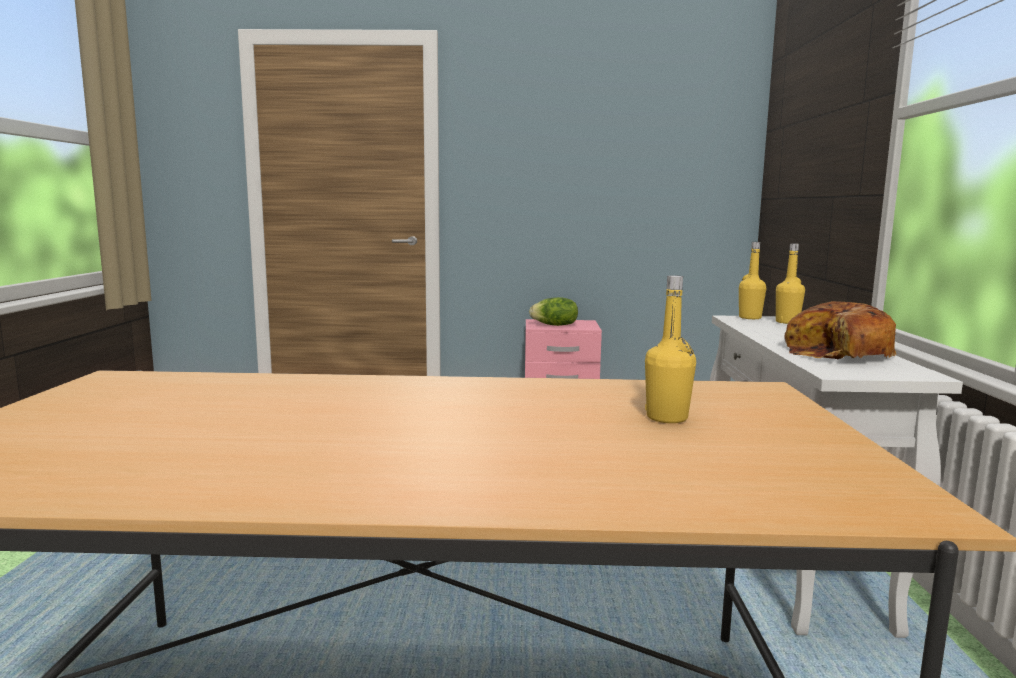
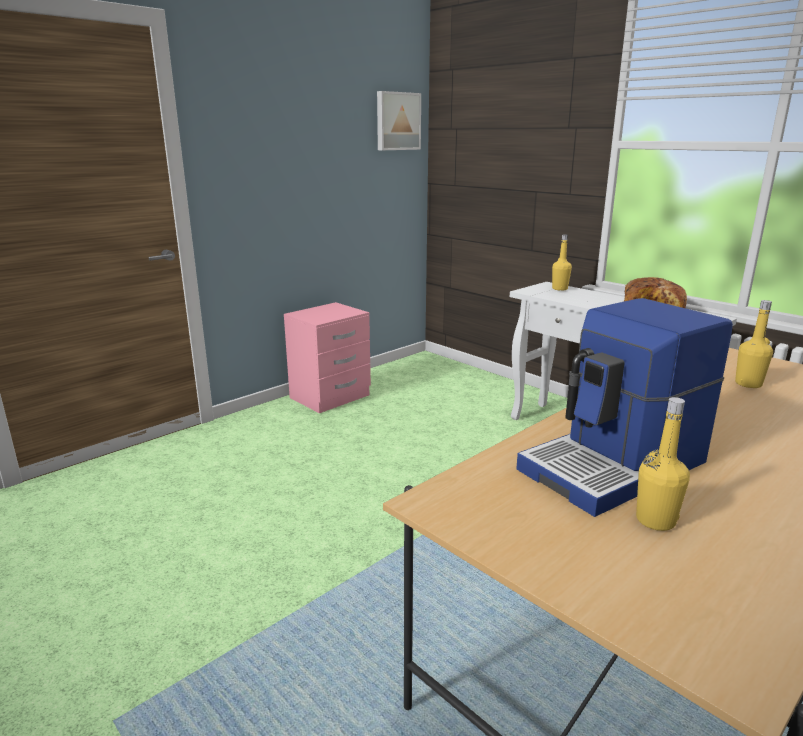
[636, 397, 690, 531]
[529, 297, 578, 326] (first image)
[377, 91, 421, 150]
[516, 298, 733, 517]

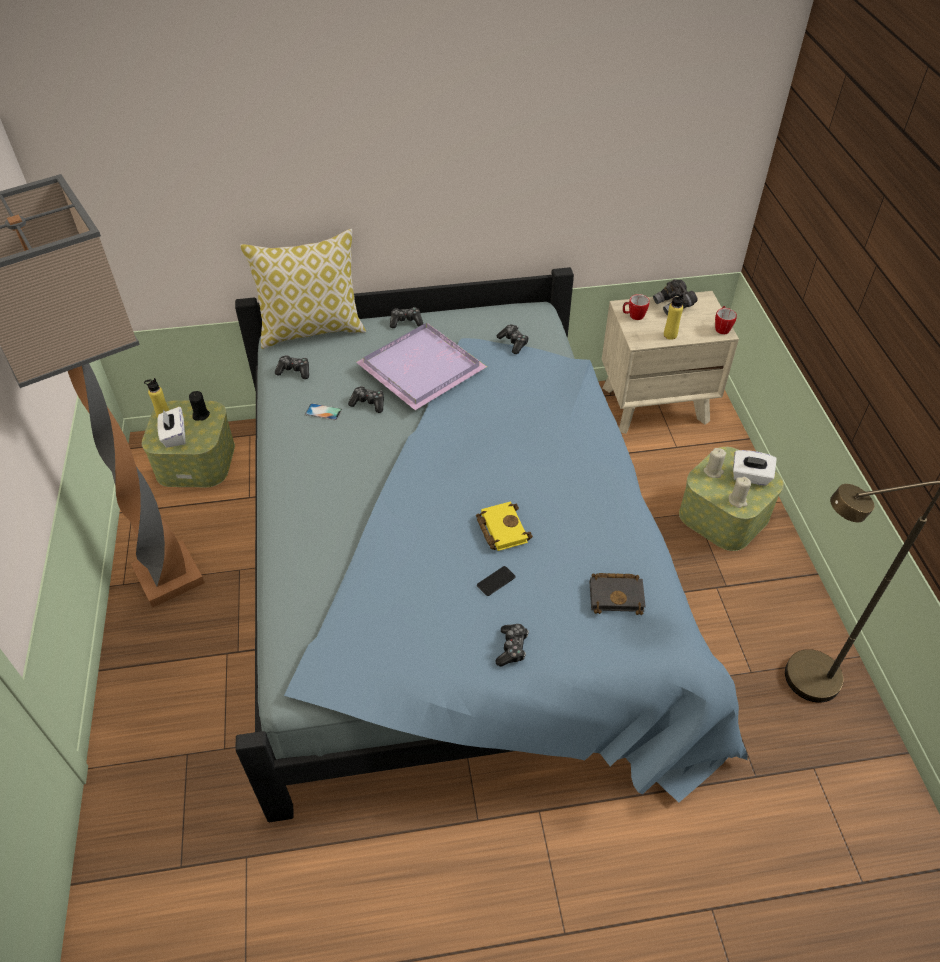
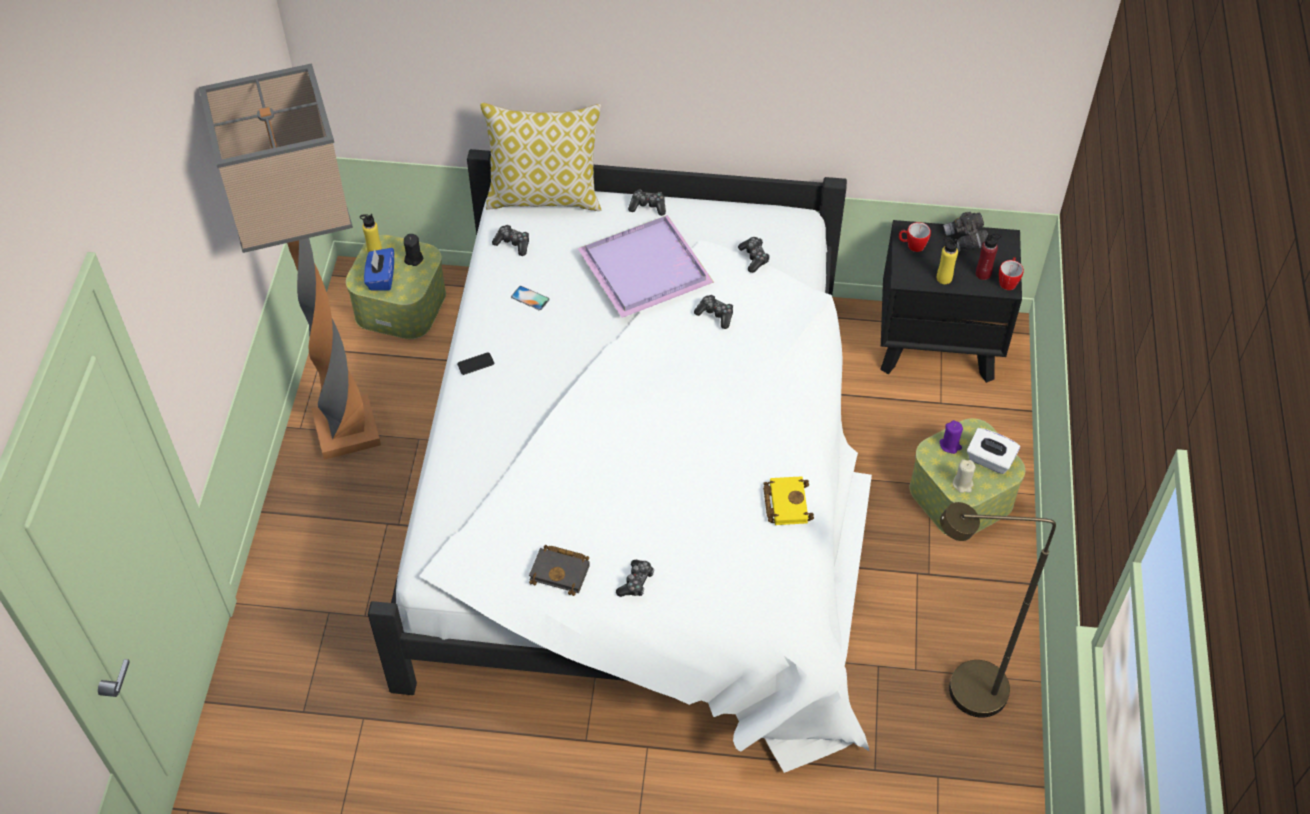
[368, 149, 872, 773]
[880, 220, 1022, 383]
[694, 295, 733, 329]
[364, 248, 394, 291]
[940, 420, 963, 454]
[763, 476, 814, 525]
[457, 353, 494, 375]
[529, 545, 590, 596]
[976, 234, 1001, 280]

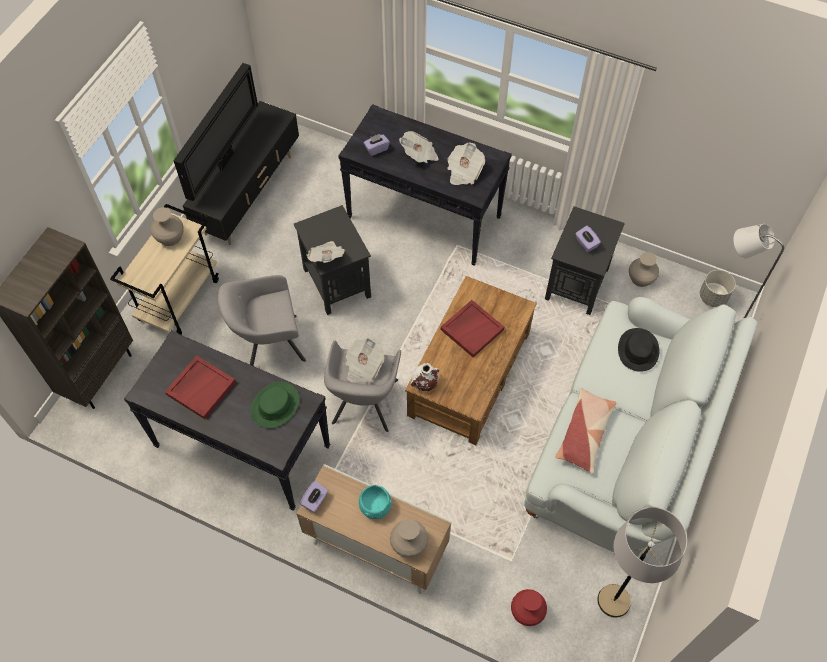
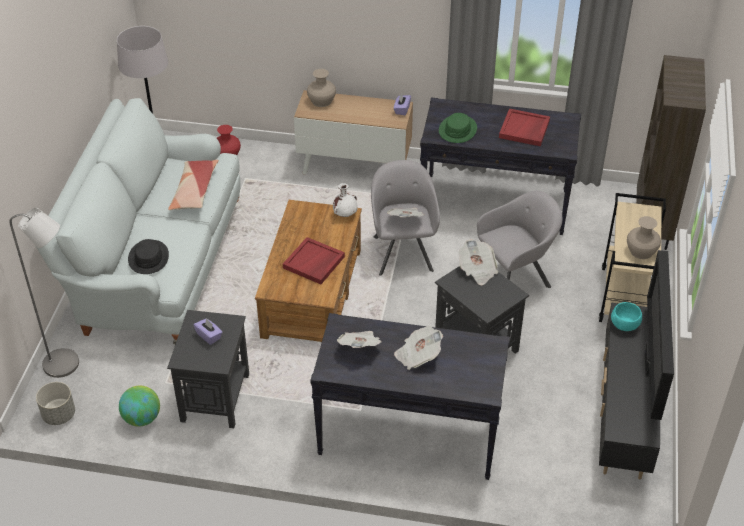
[364, 134, 390, 156] (first image)
[119, 386, 160, 427]
[611, 302, 642, 331]

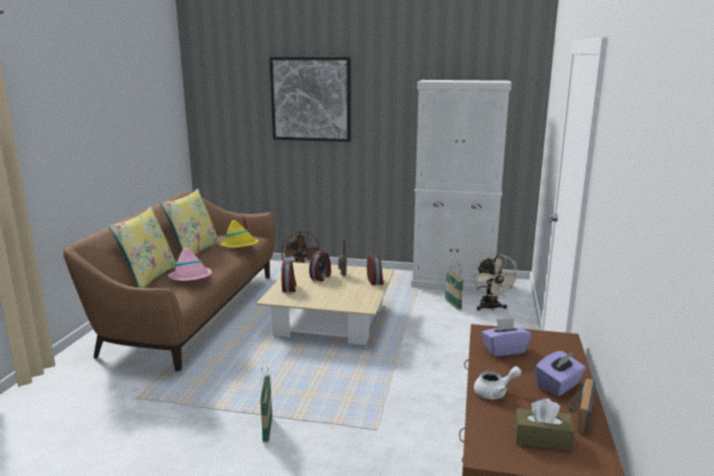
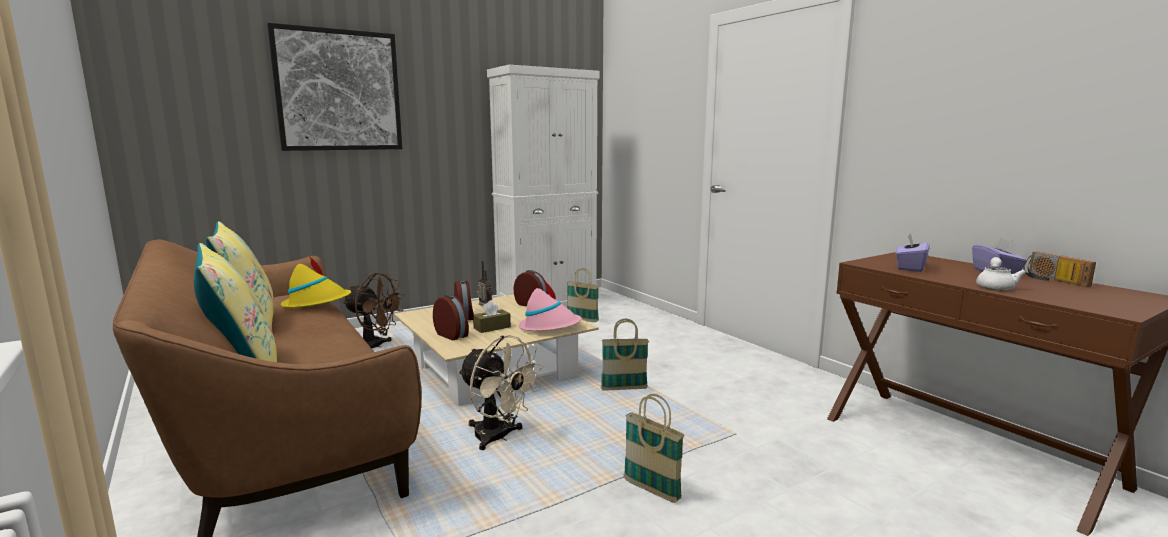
[519, 281, 582, 331]
[458, 335, 544, 450]
[473, 300, 511, 333]
[601, 319, 649, 391]

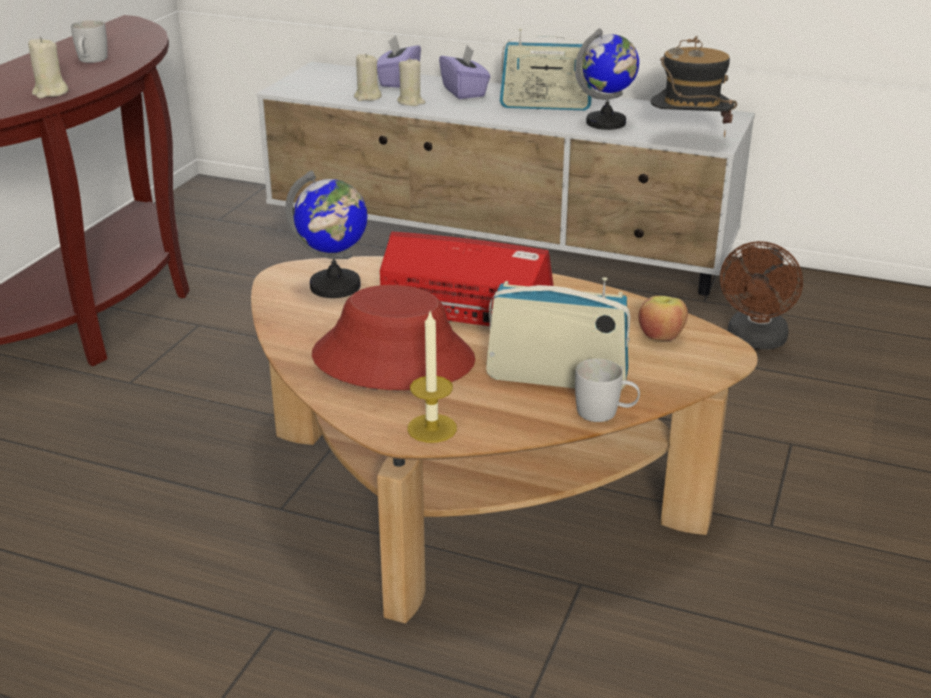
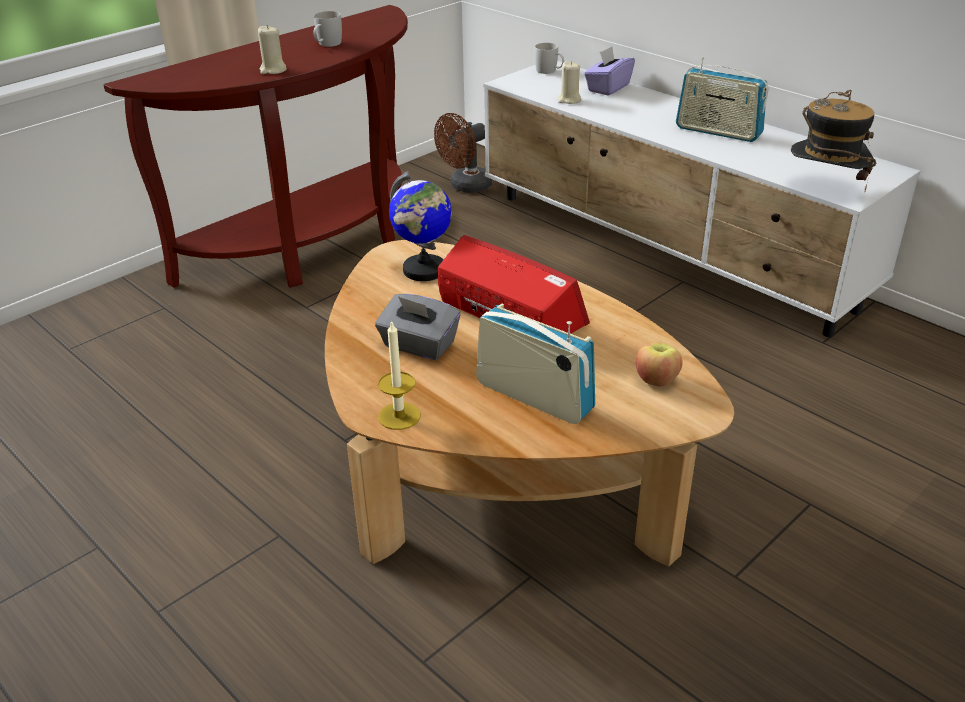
[575, 28, 639, 130] (first image)
[439, 45, 491, 99] (first image)
[397, 57, 425, 106] (first image)
[434, 113, 492, 193]
[375, 294, 460, 360]
[535, 43, 564, 74]

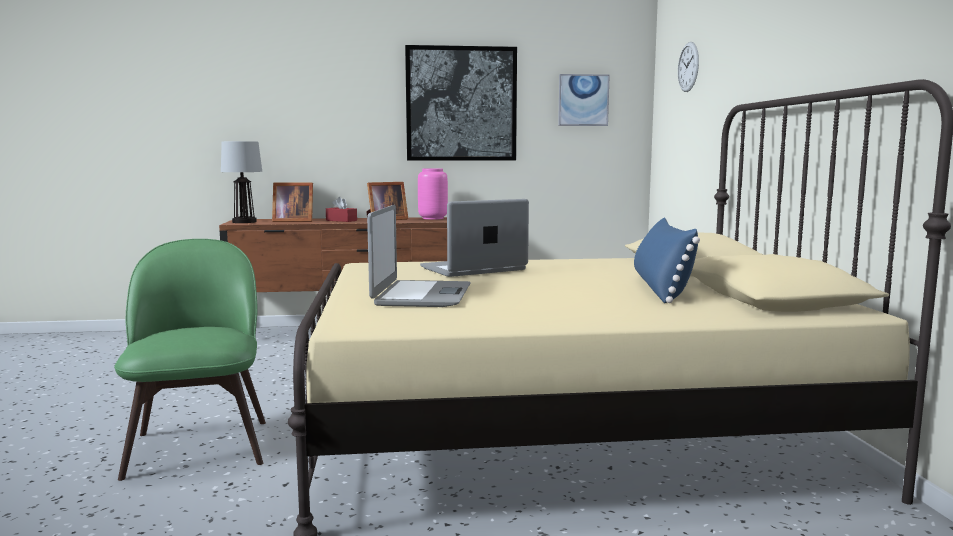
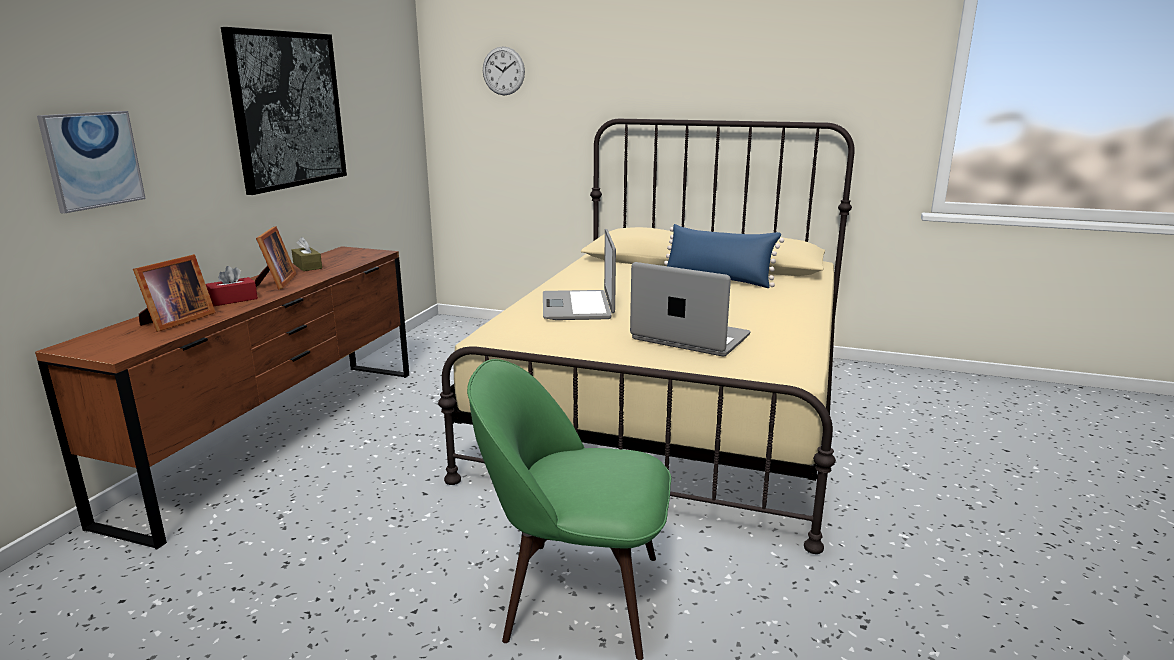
[37, 111, 146, 213]
[221, 141, 262, 223] (first image)
[292, 237, 322, 271]

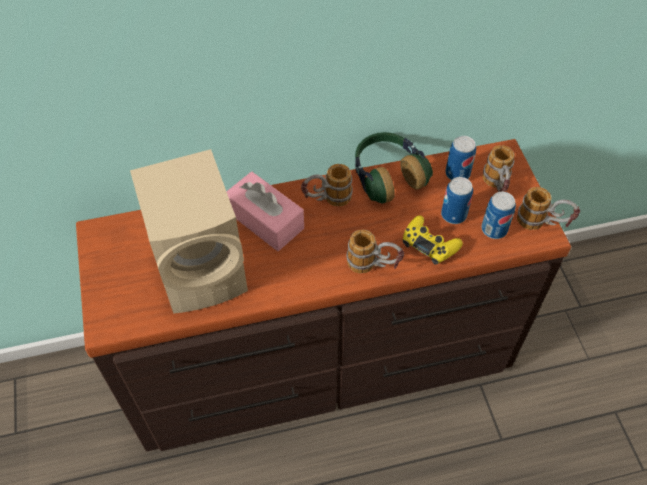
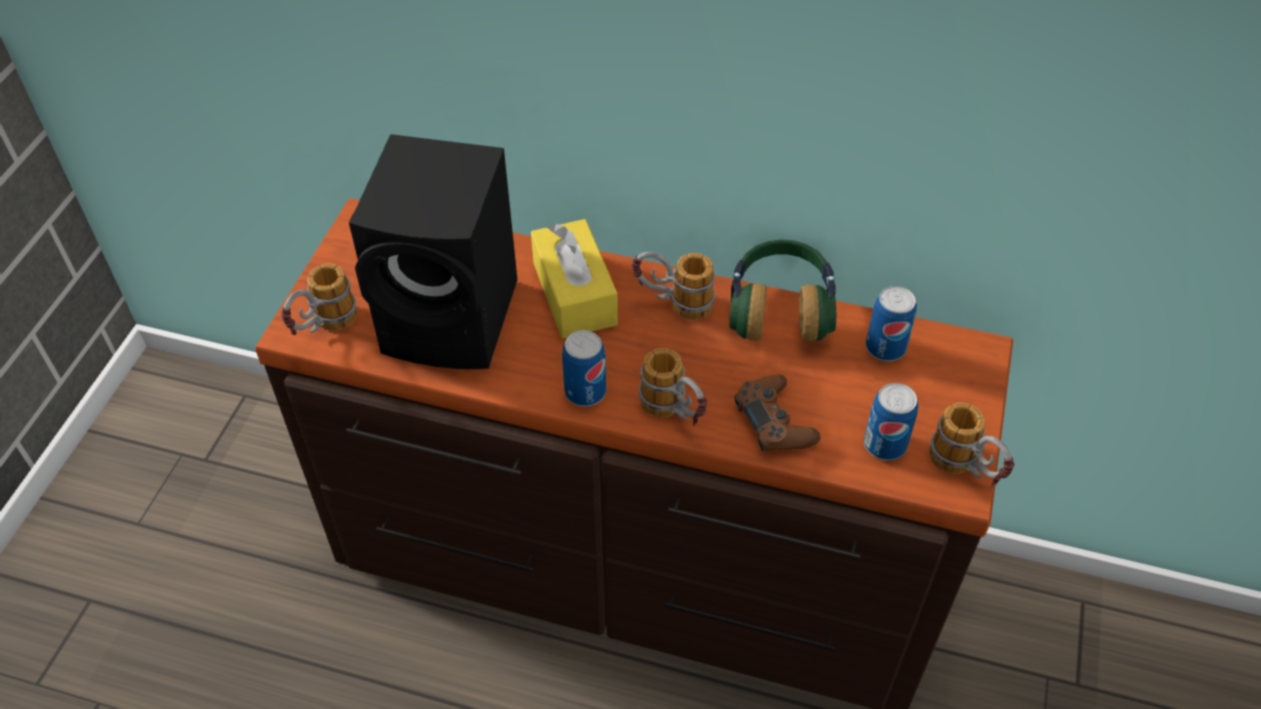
[281, 264, 357, 335]
[349, 134, 517, 369]
[531, 219, 618, 338]
[562, 330, 606, 407]
[734, 374, 820, 452]

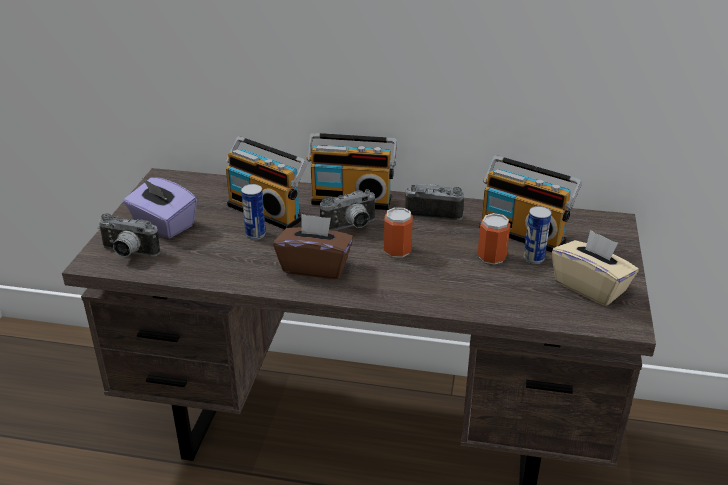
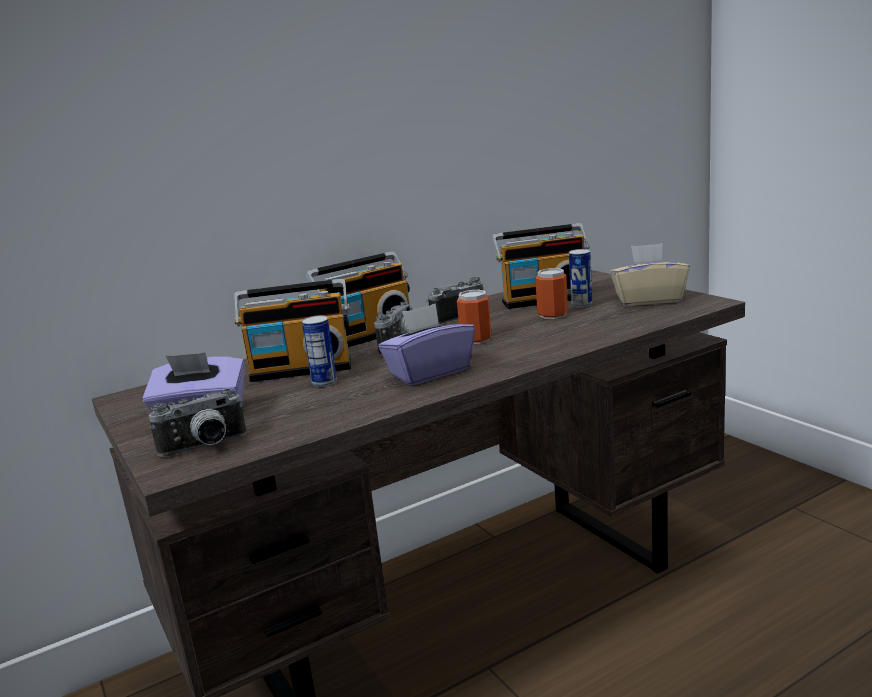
[378, 303, 475, 386]

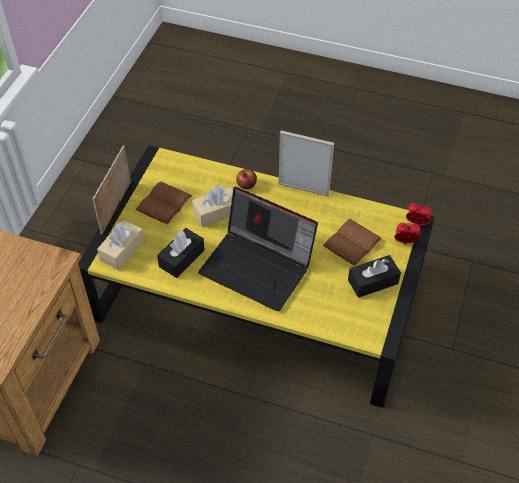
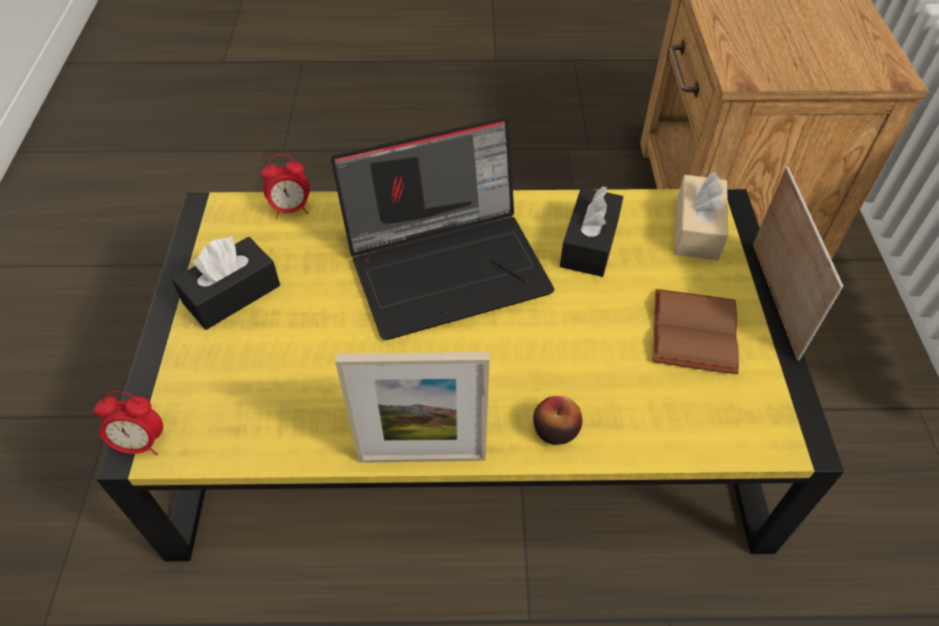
[192, 186, 233, 227] (first image)
[331, 117, 554, 340]
[323, 219, 382, 266] (first image)
[261, 154, 310, 219]

